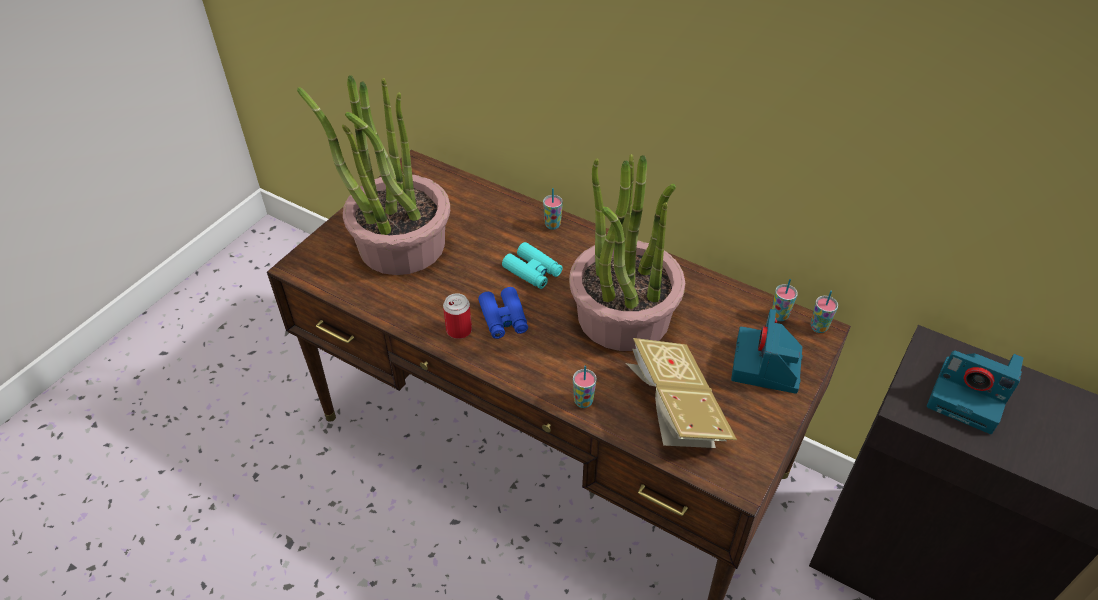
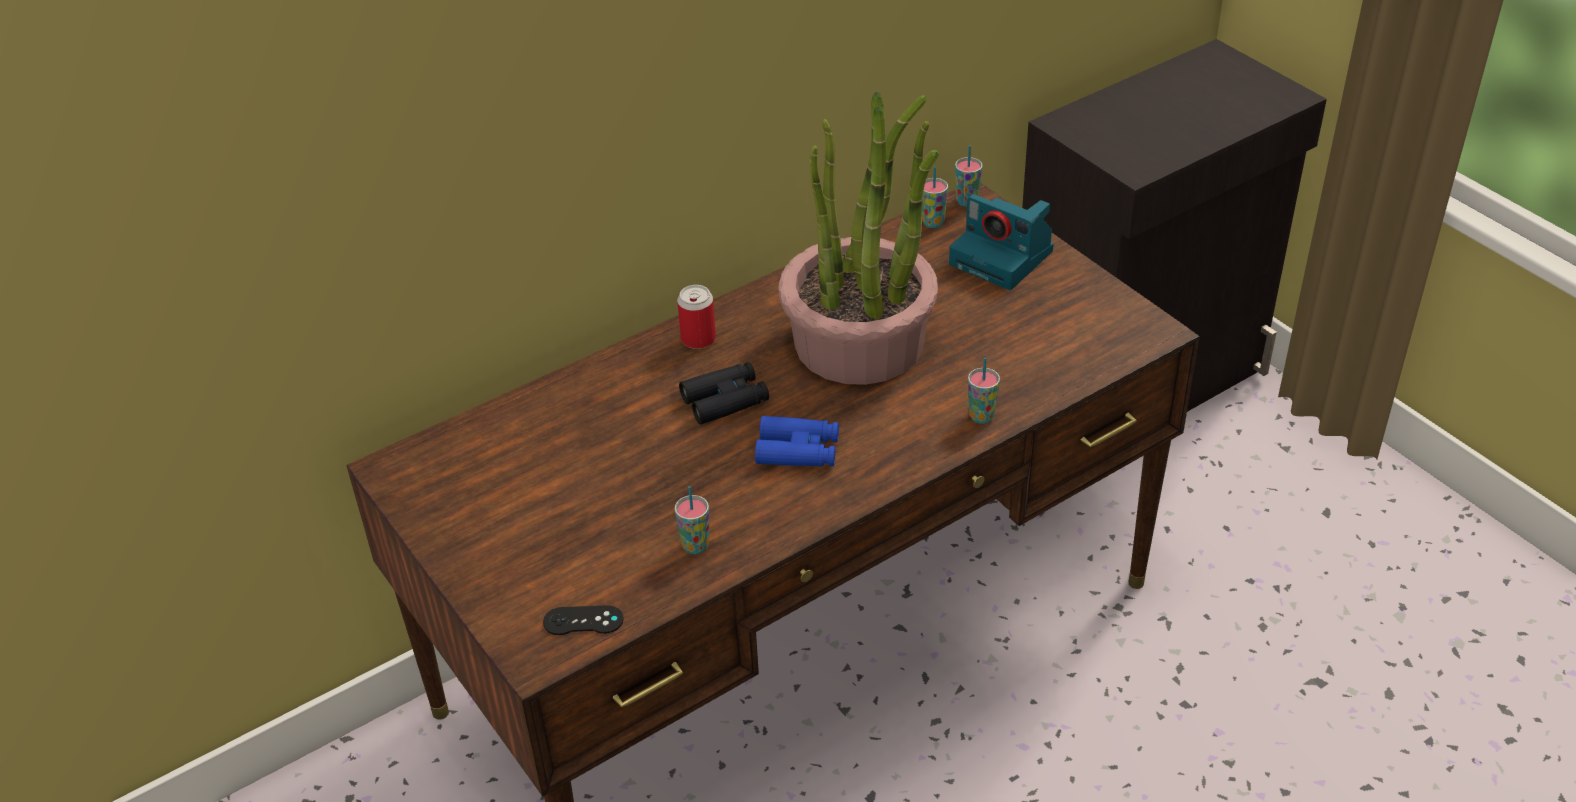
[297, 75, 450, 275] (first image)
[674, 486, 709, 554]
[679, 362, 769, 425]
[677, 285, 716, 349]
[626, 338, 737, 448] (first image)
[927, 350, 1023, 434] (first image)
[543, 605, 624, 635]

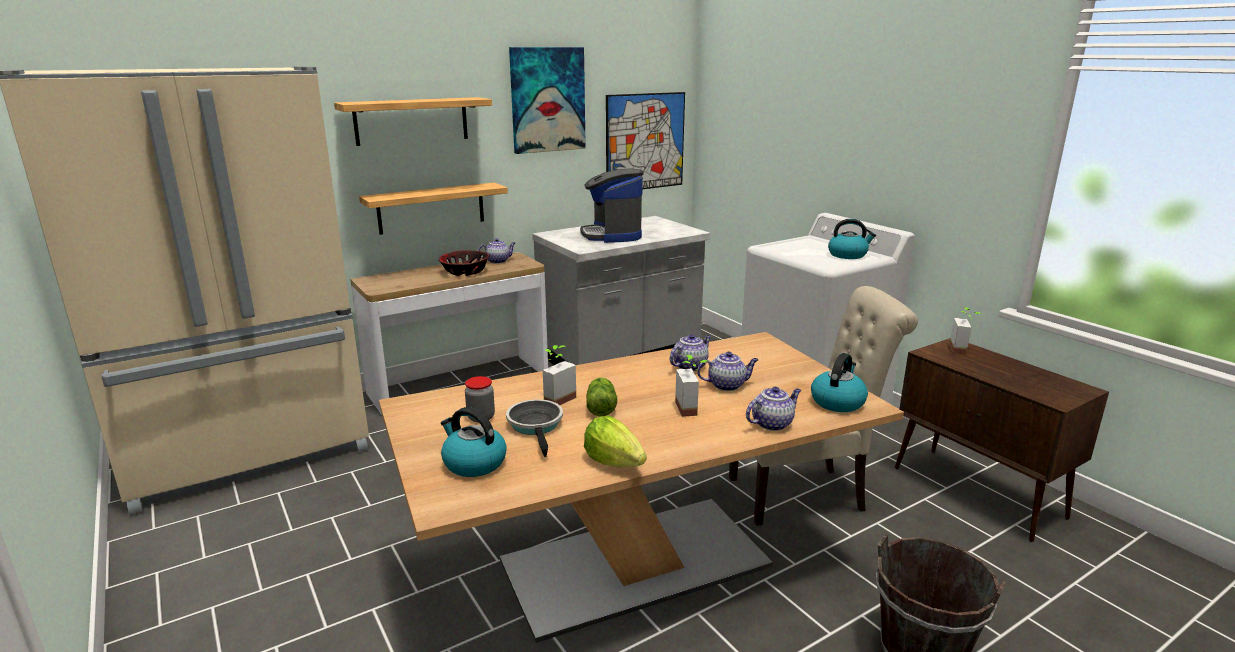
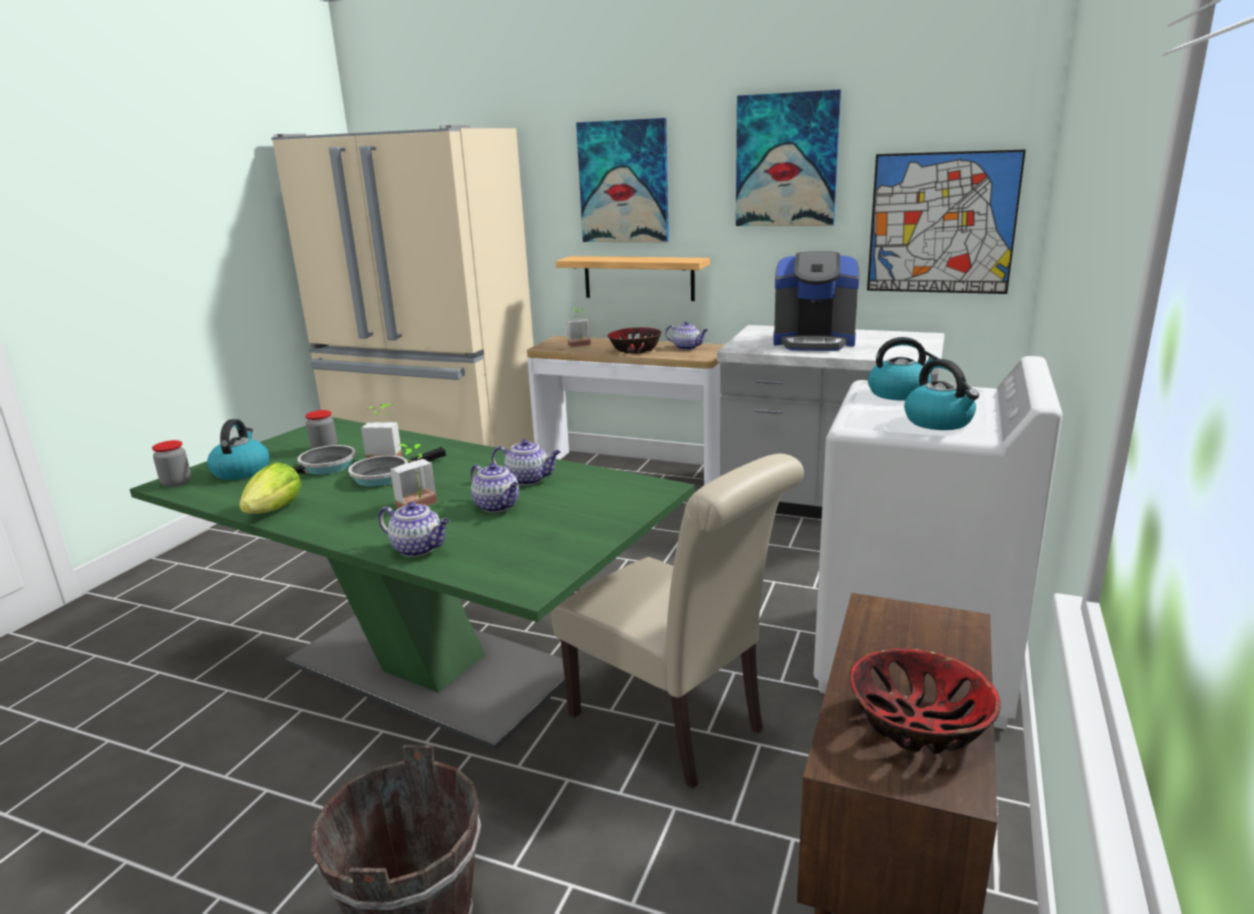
[576, 118, 669, 242]
[773, 251, 860, 351]
[567, 307, 591, 347]
[130, 417, 695, 750]
[868, 337, 939, 401]
[348, 447, 446, 487]
[152, 440, 191, 487]
[850, 648, 1001, 754]

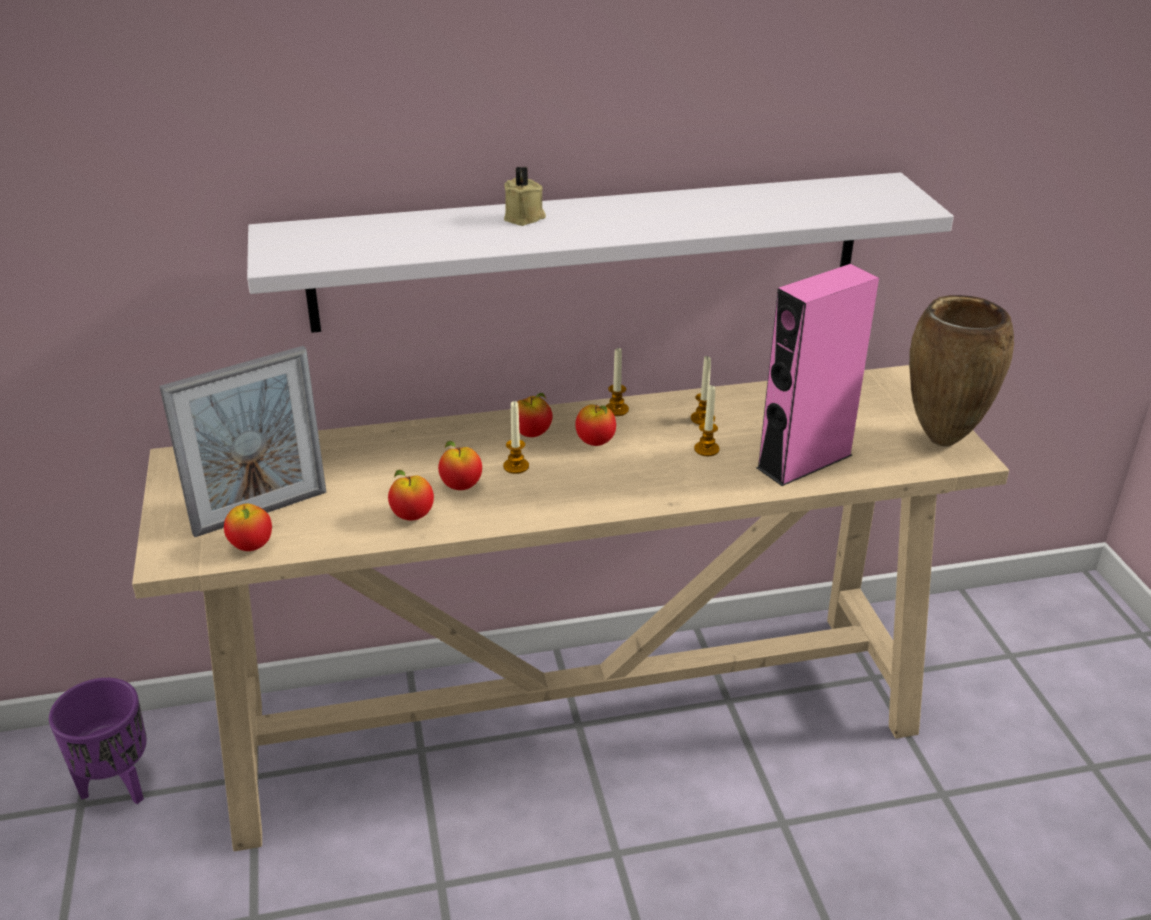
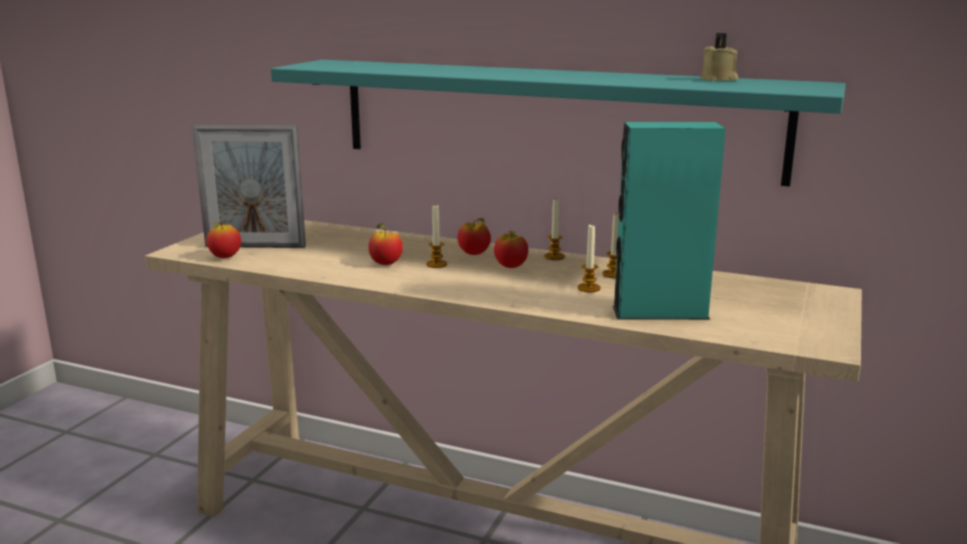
[700, 33, 738, 81]
[271, 60, 846, 187]
[613, 122, 726, 320]
[909, 295, 1014, 447] (first image)
[388, 470, 434, 521] (first image)
[49, 678, 147, 804] (first image)

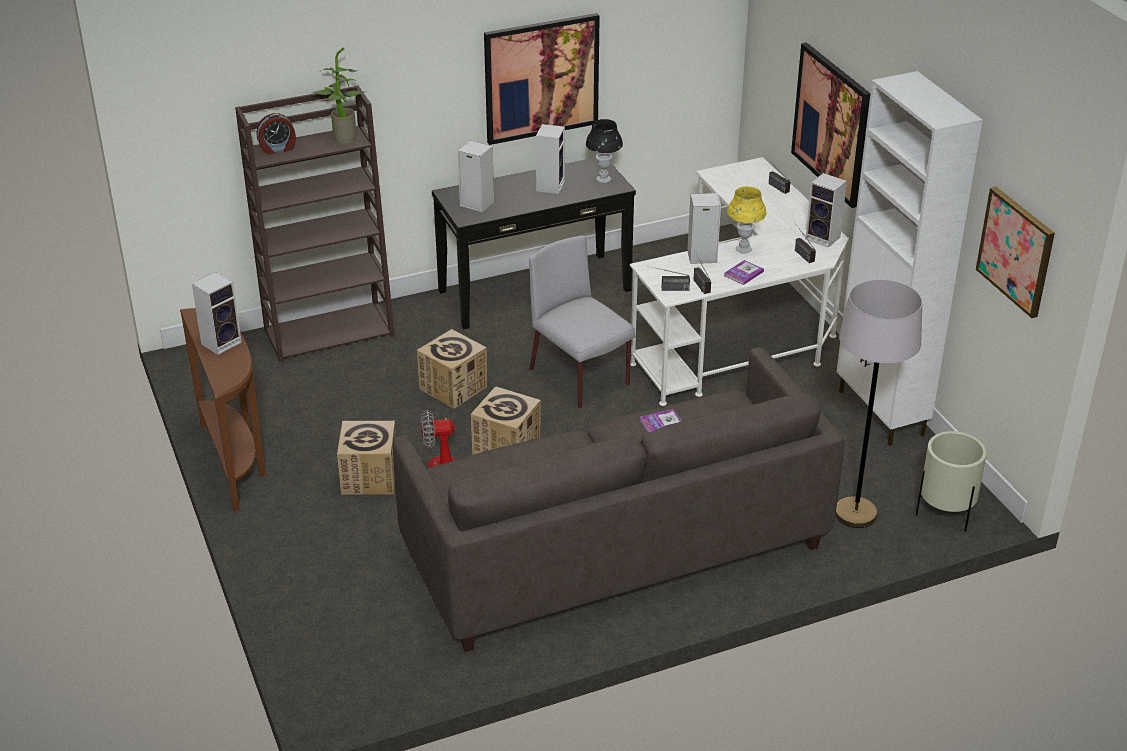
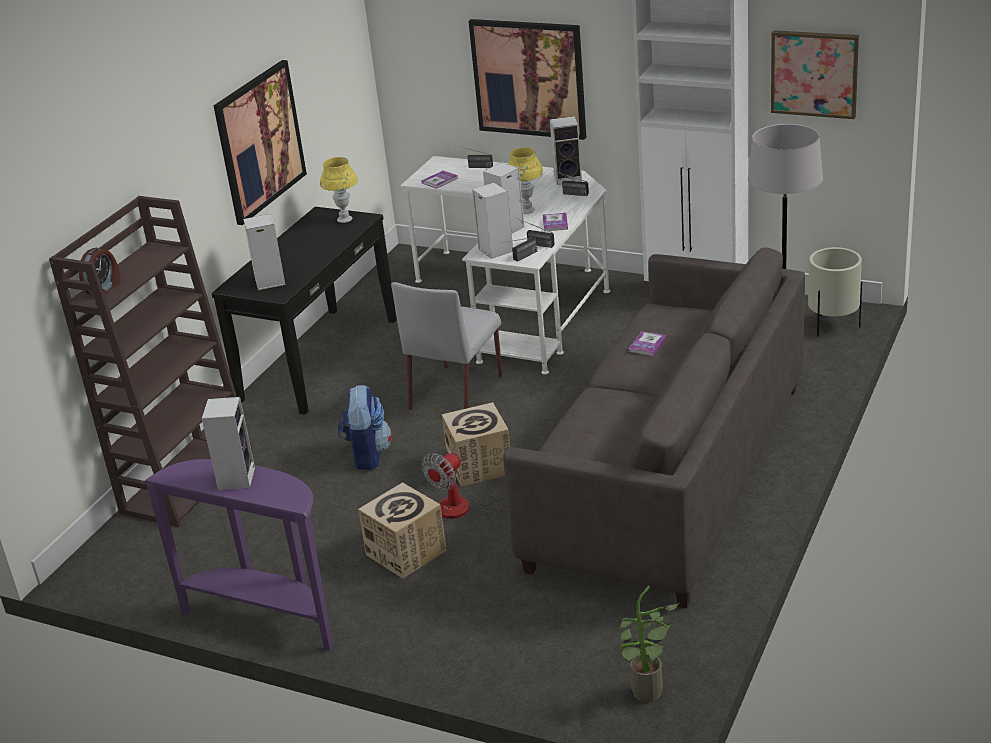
[618, 586, 680, 702]
[320, 157, 358, 223]
[472, 182, 513, 259]
[391, 282, 503, 411]
[143, 459, 333, 651]
[338, 385, 392, 470]
[422, 171, 458, 189]

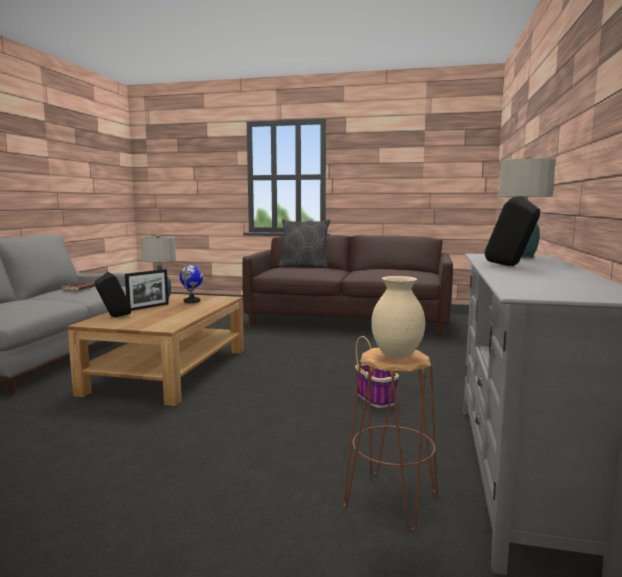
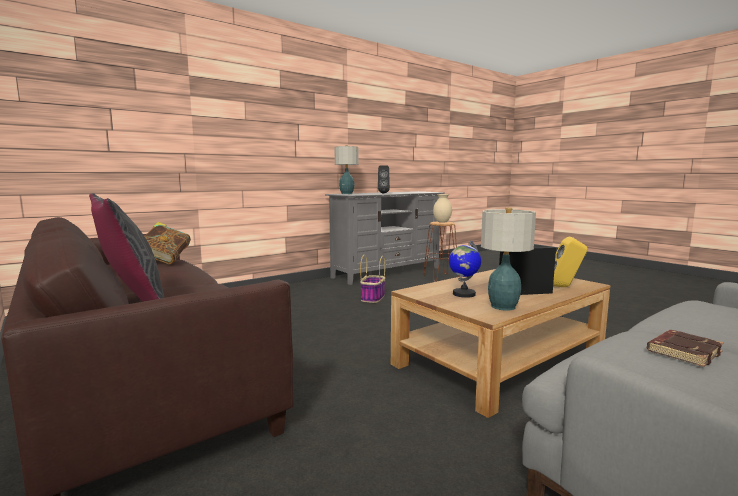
[553, 237, 587, 287]
[144, 222, 191, 264]

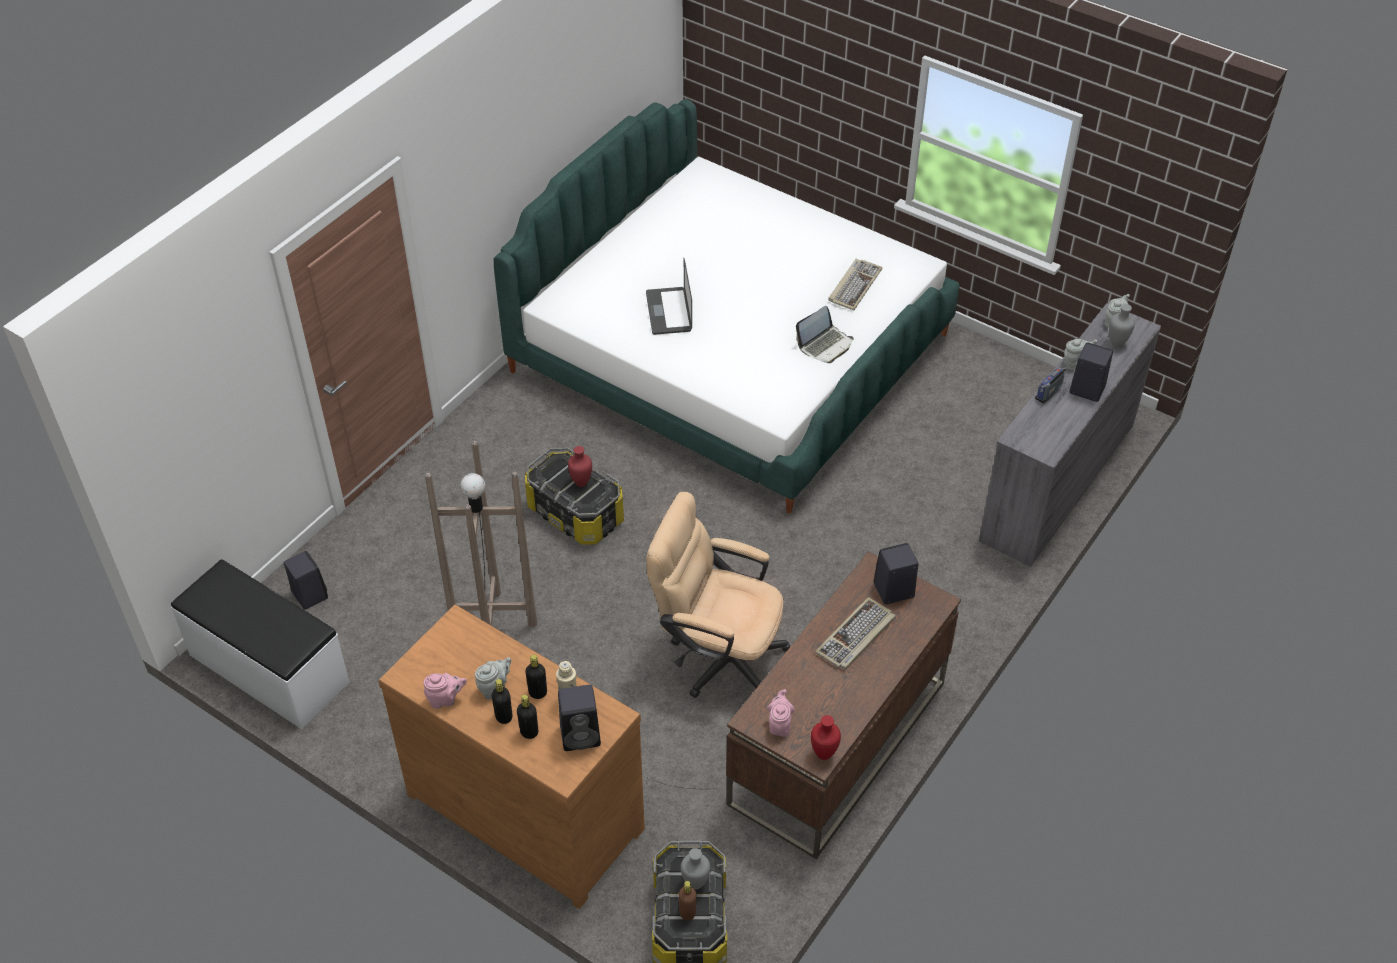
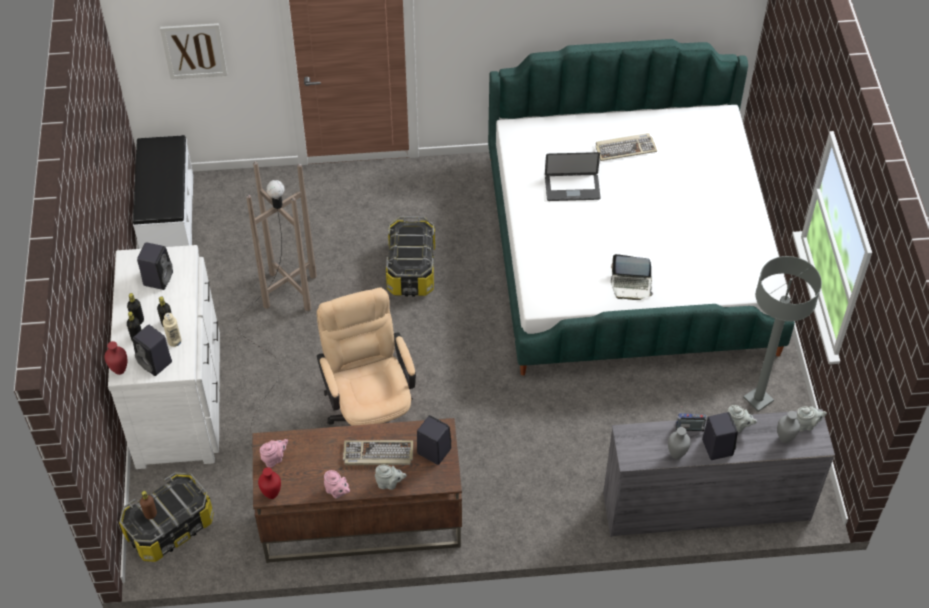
[545, 152, 600, 201]
[595, 133, 657, 161]
[105, 341, 127, 375]
[137, 242, 173, 290]
[108, 245, 220, 469]
[375, 465, 407, 490]
[324, 470, 350, 499]
[668, 427, 691, 459]
[160, 23, 227, 79]
[743, 256, 822, 412]

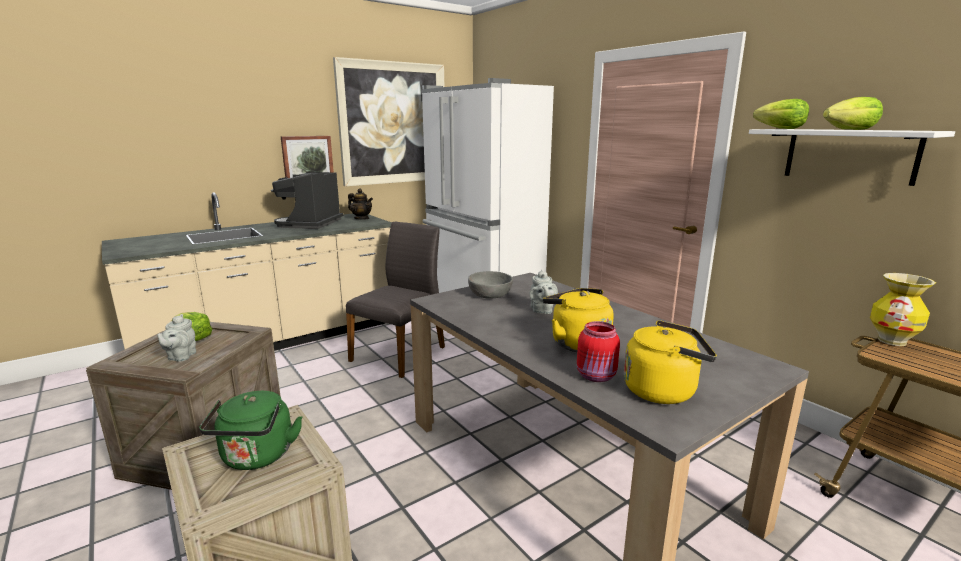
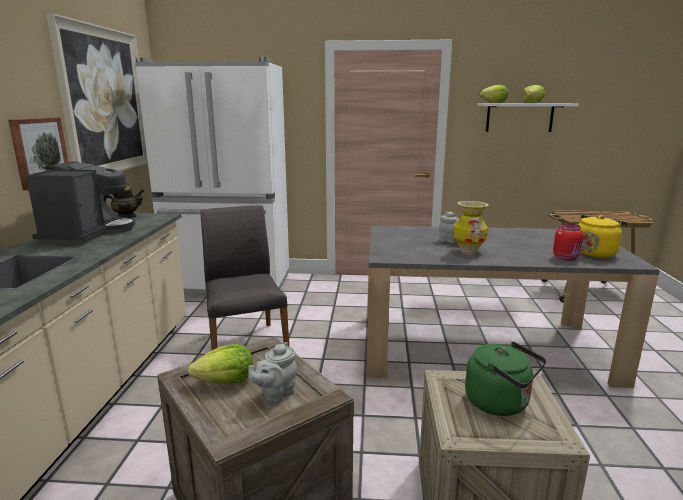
[26, 161, 135, 244]
[468, 271, 513, 299] (first image)
[453, 201, 488, 254]
[543, 288, 614, 352] (first image)
[248, 342, 297, 403]

